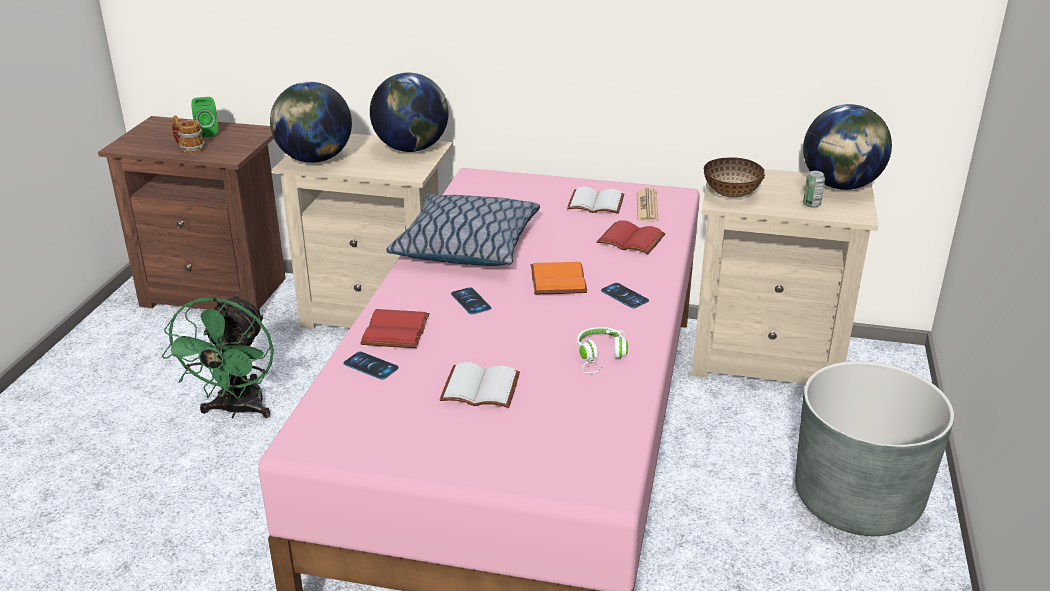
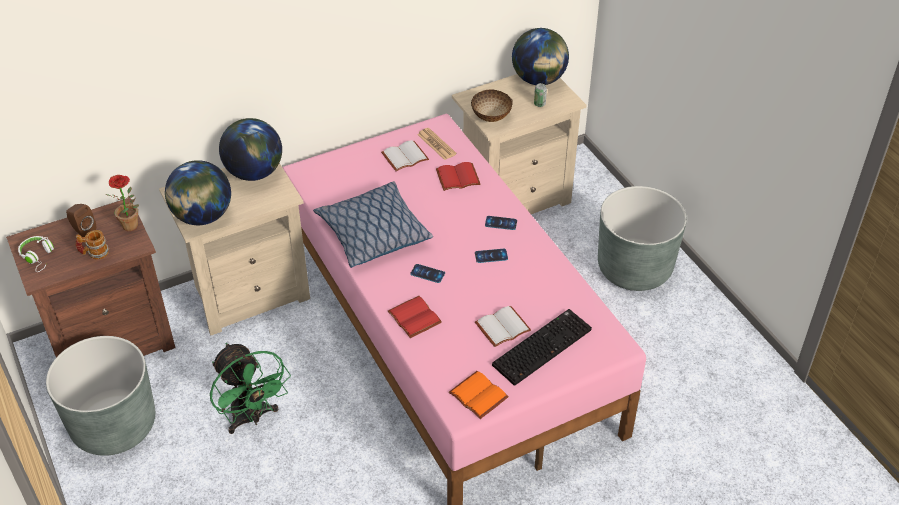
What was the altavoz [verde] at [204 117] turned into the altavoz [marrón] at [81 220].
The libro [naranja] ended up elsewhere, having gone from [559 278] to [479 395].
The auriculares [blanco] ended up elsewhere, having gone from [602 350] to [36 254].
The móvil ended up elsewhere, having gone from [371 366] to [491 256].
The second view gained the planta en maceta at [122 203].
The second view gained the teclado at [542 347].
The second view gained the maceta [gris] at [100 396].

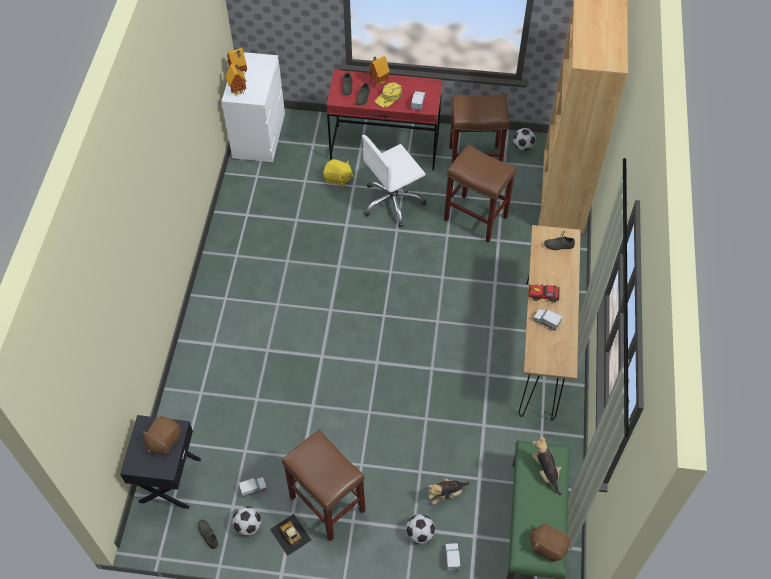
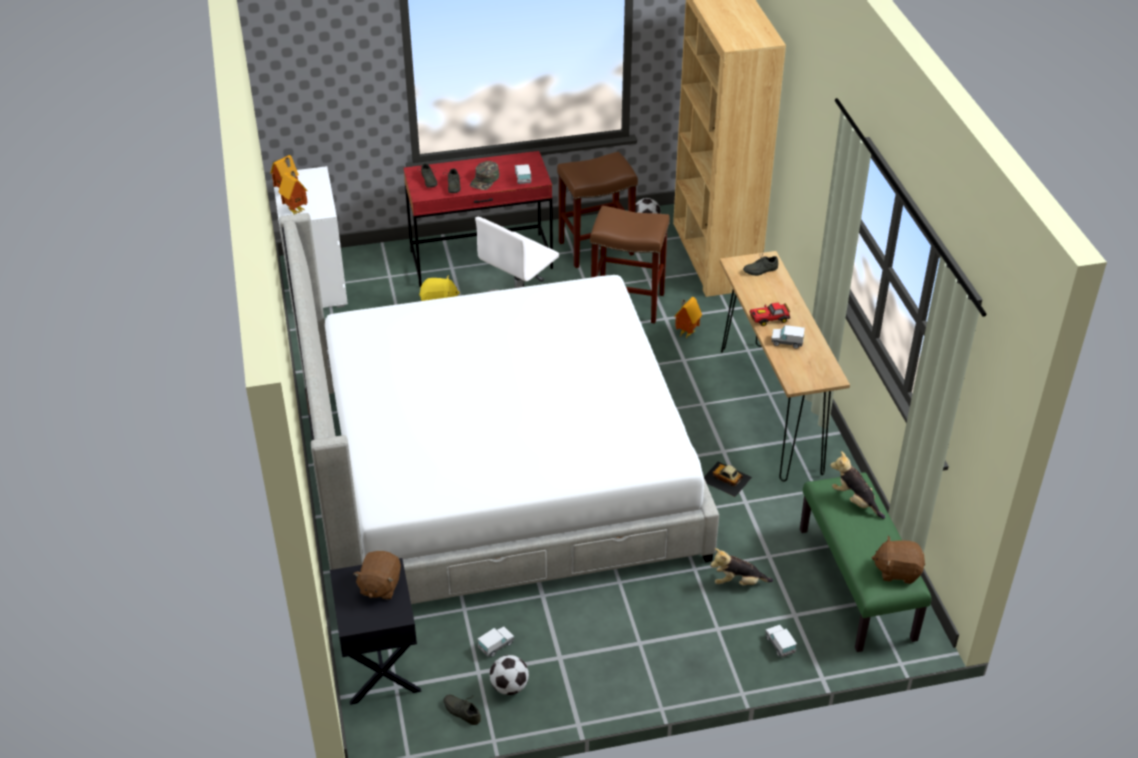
The casita ended up elsewhere, having gone from [379 71] to [688 317].
What was the gorra [amarillo] at [388 94] turned into the gorra [verde] at [484 175].
The second view lost the taburete [marrón] at [323 485].
The peluche at [449 491] ended up facing another way, 45 degrees clockwise from before.
The coche de juguete ended up elsewhere, having gone from [290 535] to [728 479].
The second view lost the balón de fútbol at [420 529].
The second view gained the cama at [499 408].

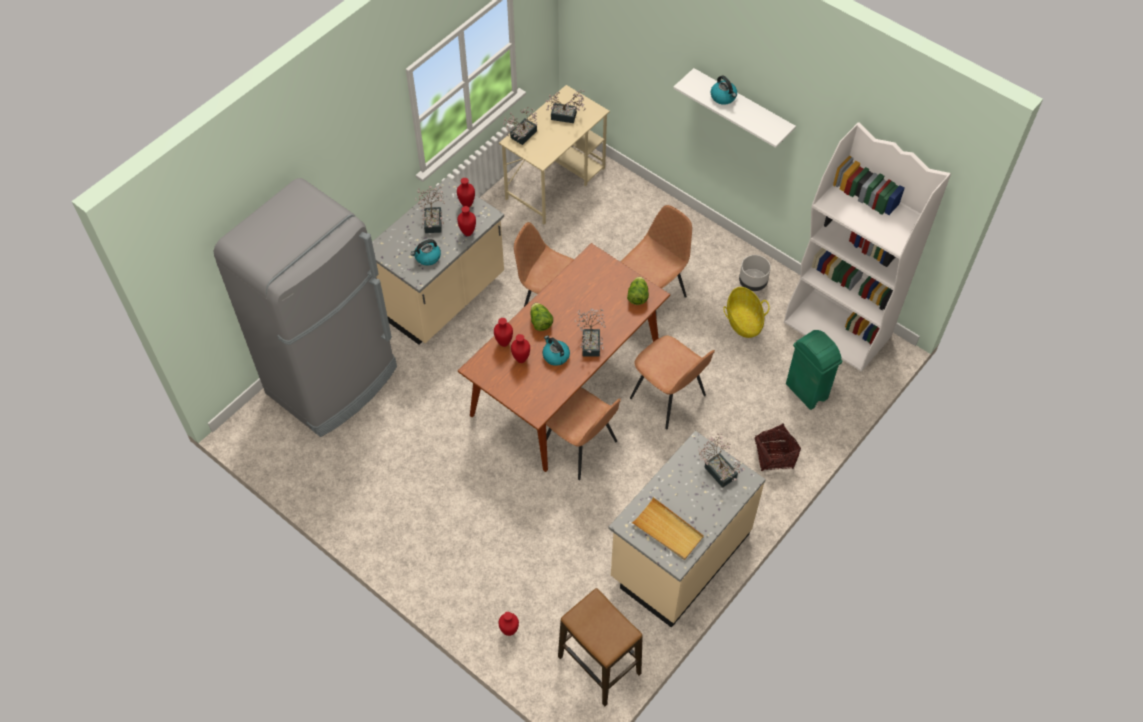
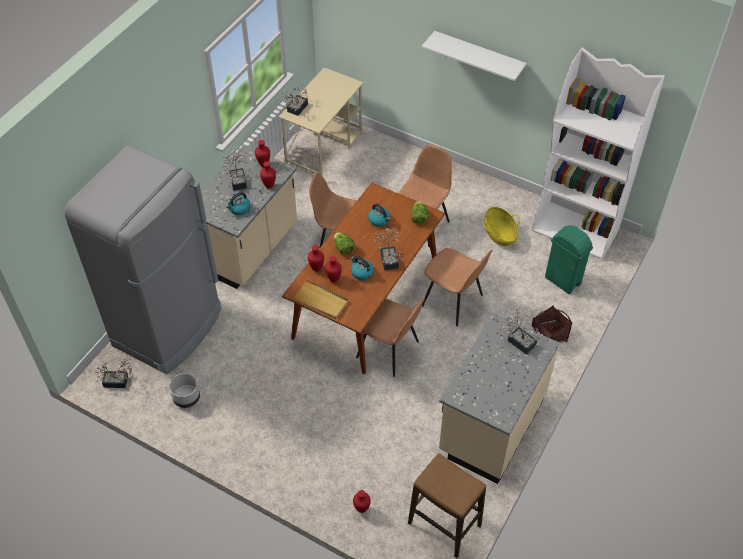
The hervidor ended up elsewhere, having gone from [724 90] to [379 215].
The planta en maceta ended up elsewhere, having gone from [565 106] to [114 373].
The maceta [gris] ended up elsewhere, having gone from [755 273] to [184 390].
The bandeja [beis] ended up elsewhere, having gone from [667 528] to [320 299].

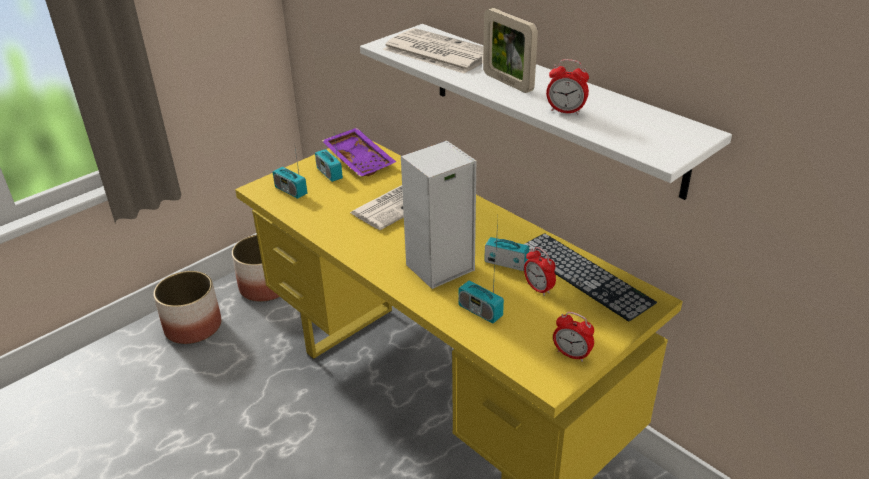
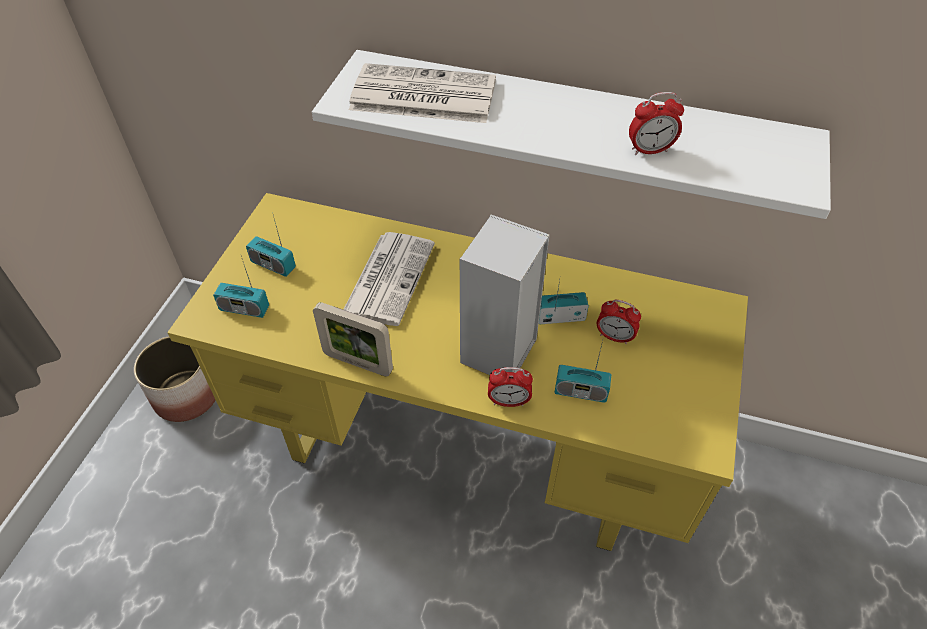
The portarretratos ended up elsewhere, having gone from [510 50] to [353 339].
The second view lost the bandeja [morado] at [358 152].
The second view lost the teclado at [590 277].
The second view lost the maceta at [187 307].
The despertador ended up elsewhere, having gone from [573 337] to [510 387].

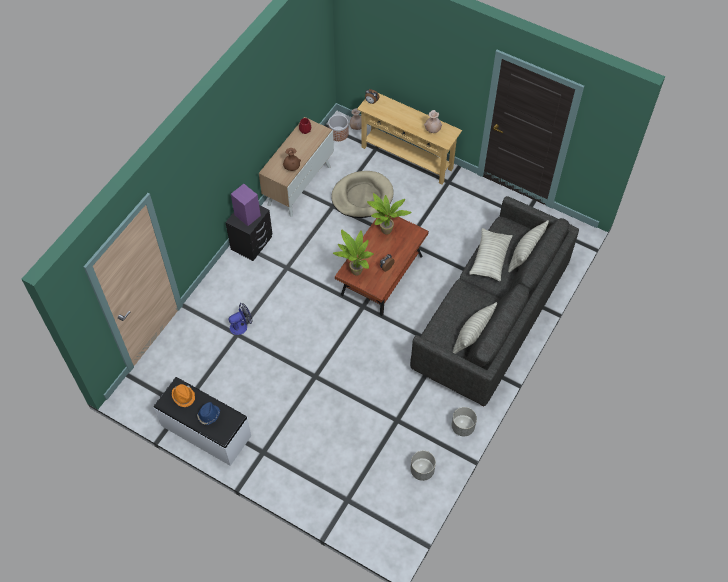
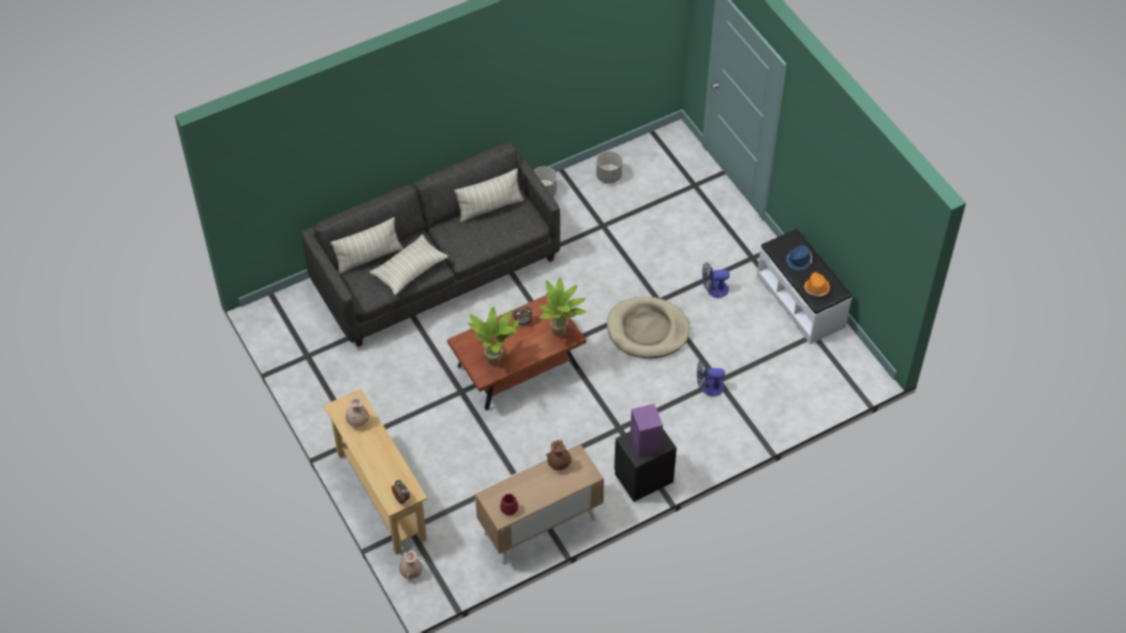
The second view lost the maceta at [338 128].
The cama para perro [beis] ended up elsewhere, having gone from [362 194] to [648 328].
The second view gained the ventilador at [716 280].

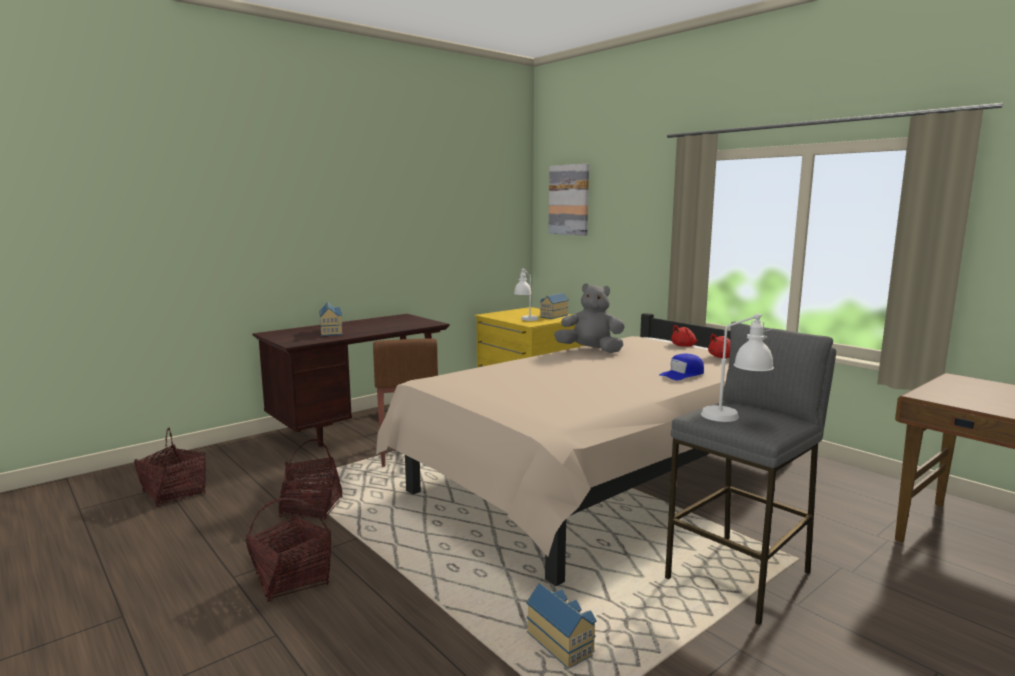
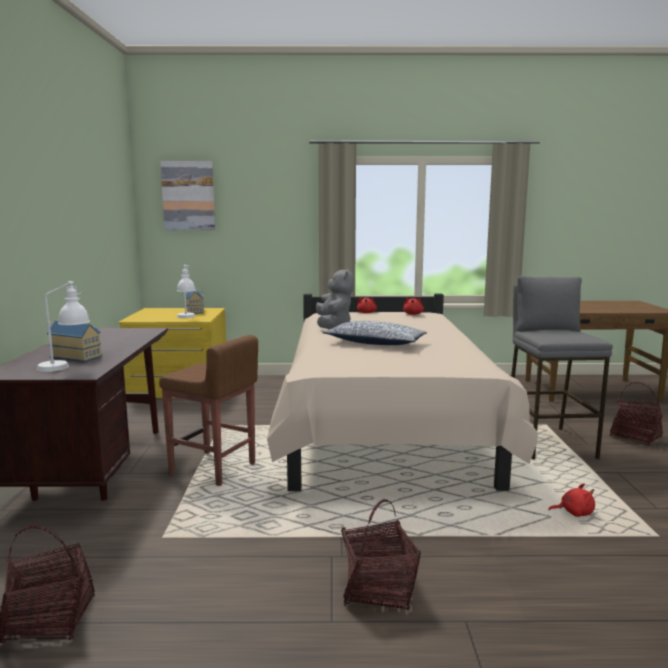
The peluche [gris] at [589 318] ended up facing another way, 120 degrees clockwise from before.
The lámpara de mesa [blanco] ended up elsewhere, having gone from [737 367] to [63 326].
The second view lost the gorra [azul] at [681 367].
The cesta ended up elsewhere, having gone from [310 479] to [636 414].
Where the casita stood at [561 626], the peluche [rojo] came to stand at [572 500].
The second view gained the cojín at [375 333].

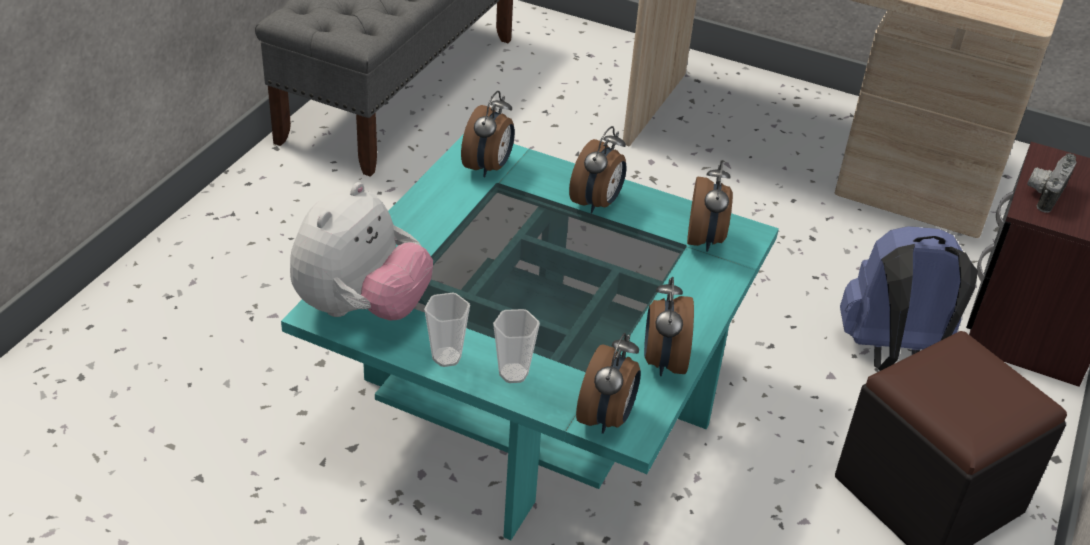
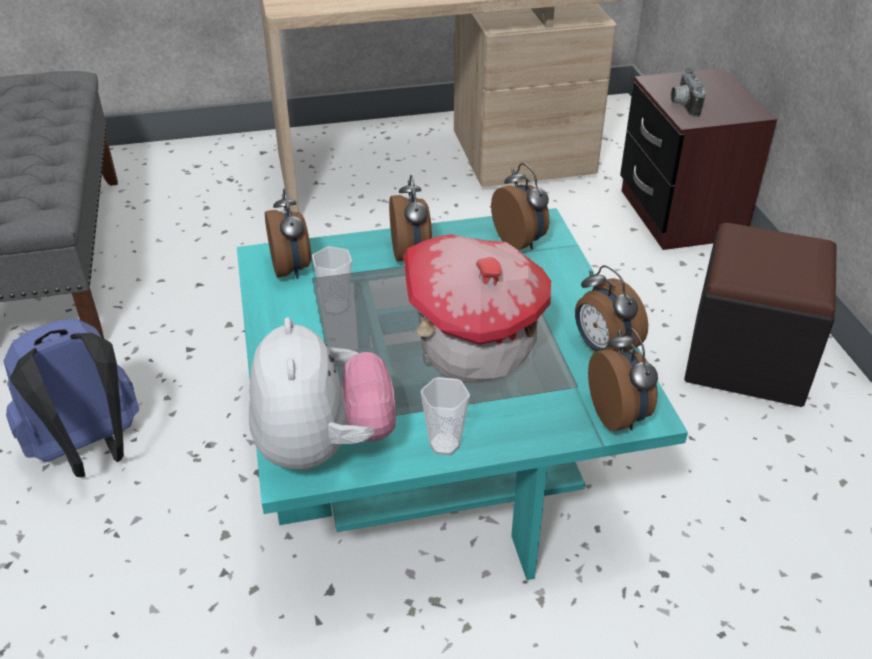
The mochila [azul] ended up elsewhere, having gone from [909 298] to [71 398].
The taza ended up elsewhere, having gone from [516 346] to [332 280].
The second view gained the casita at [477 308].

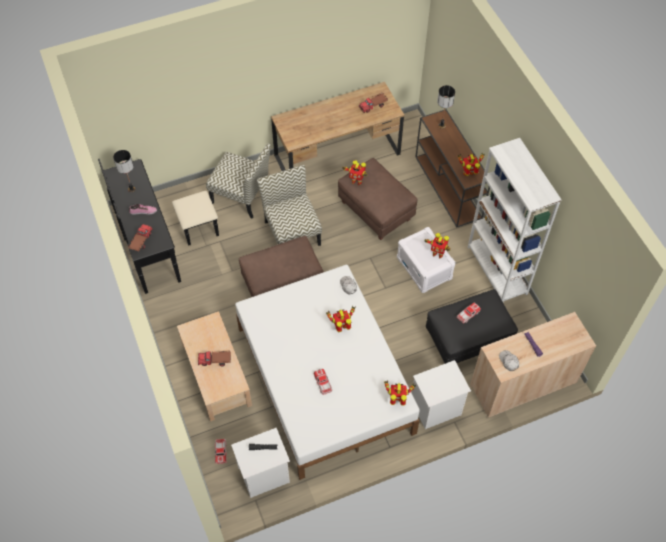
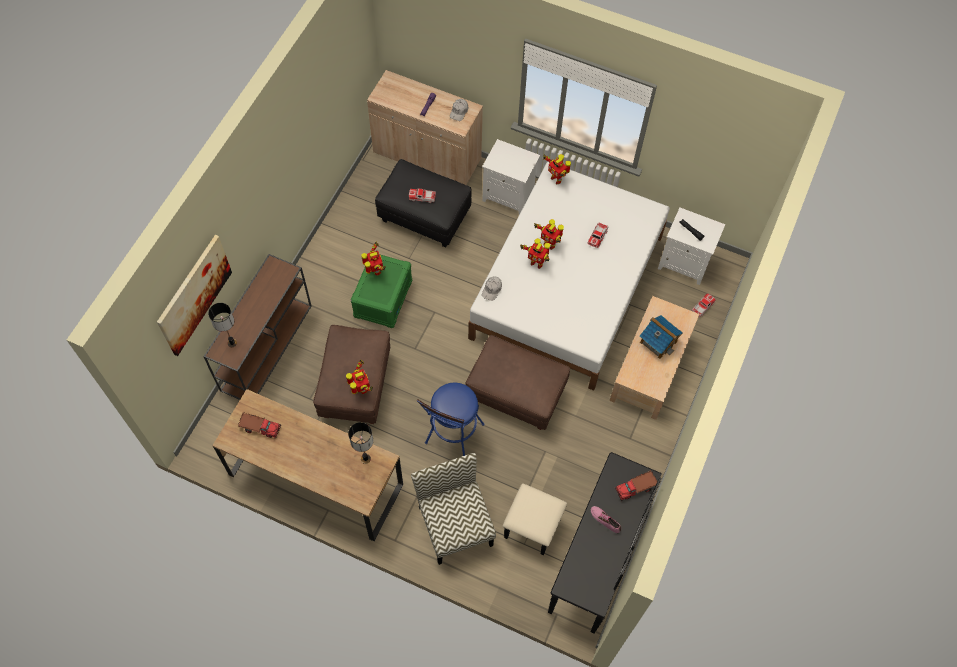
The second view lost the estantería [blanco] at [514 220].
The lámpara de mesa ended up elsewhere, having gone from [124 171] to [360 443].
The robot de juguete ended up elsewhere, having gone from [471 164] to [549 234].
Where the silla stood at [289 205], the taburete [azul] came to stand at [450 419].
What was the caja de almacenaje [blanco] at [426 260] turned into the caja de almacenaje [verde] at [381 291].
Where the camión de juguete stood at [214 359], the casita came to stand at [661 337].
The second view gained the cuadro at [194 295].

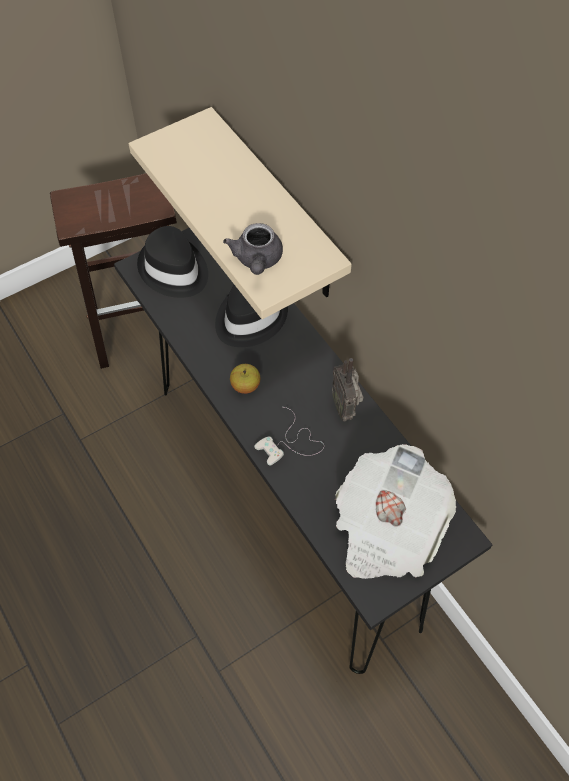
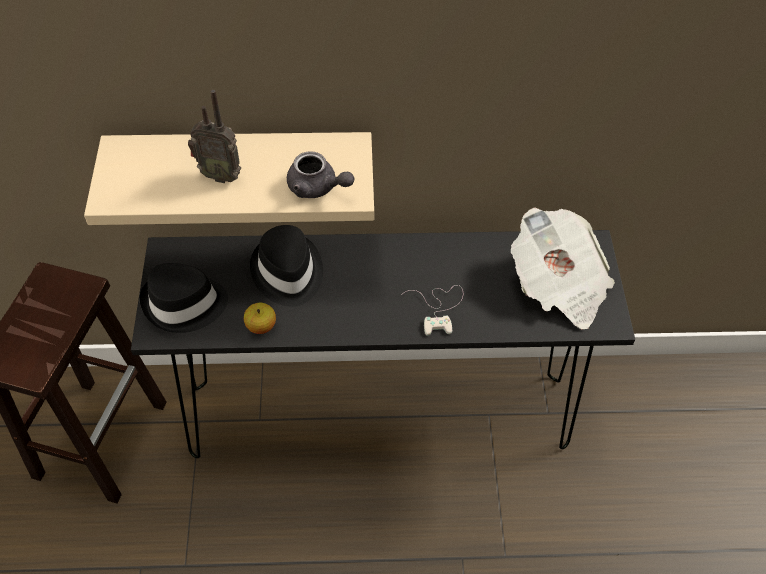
The radio ended up elsewhere, having gone from [347 390] to [214 136].
The manzana ended up elsewhere, having gone from [245 379] to [260 318].

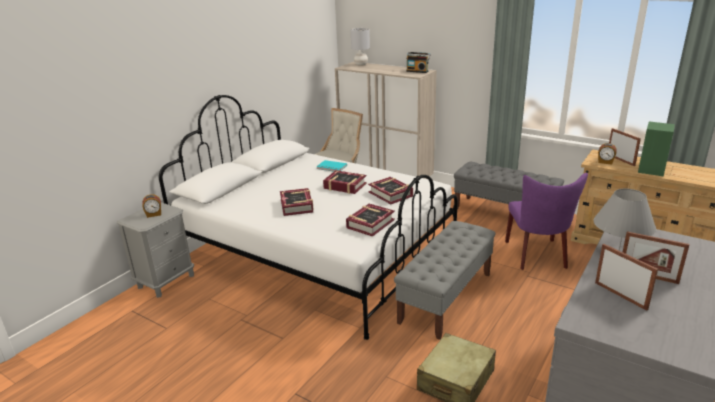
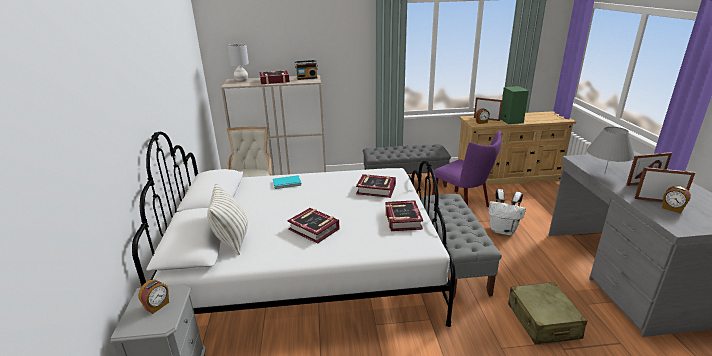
The libro ended up elsewhere, having gone from [345 182] to [274 77].
The second view gained the cojín at [227 219].
The second view gained the despertador at [676 200].
The second view gained the mochila [blanco] at [507 212].

